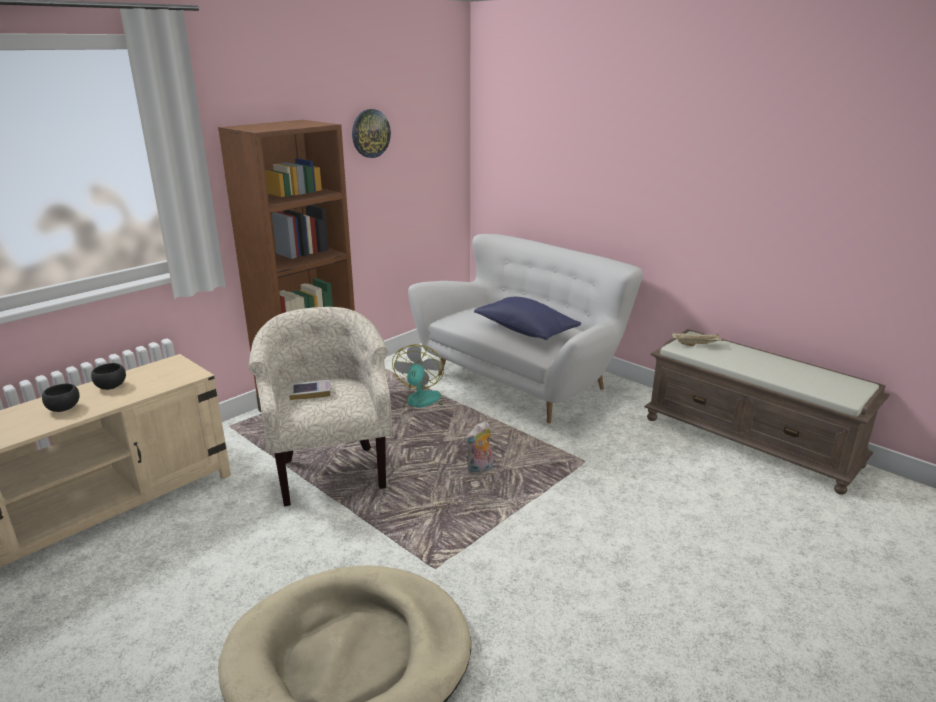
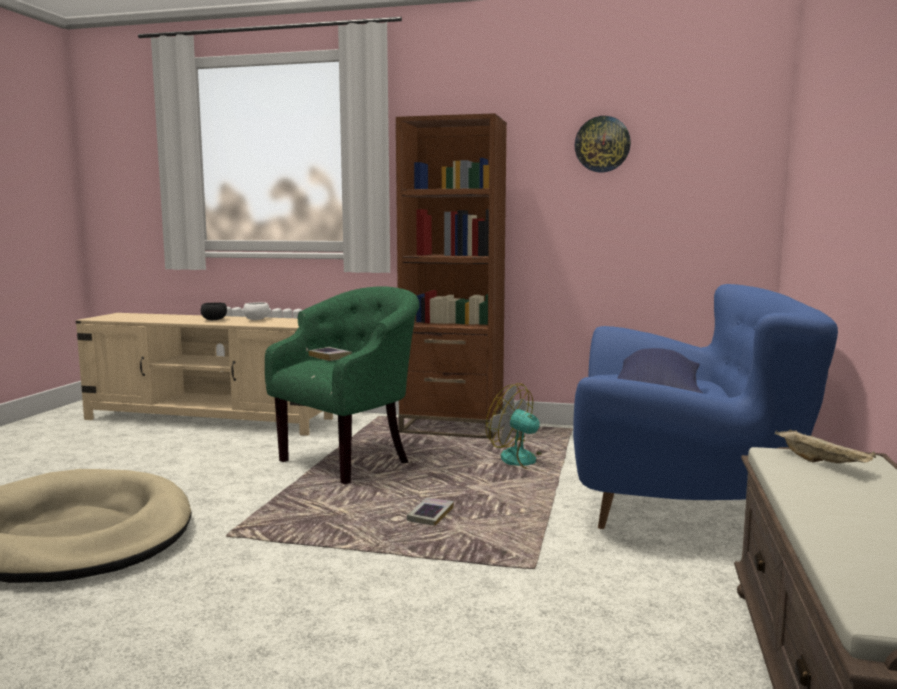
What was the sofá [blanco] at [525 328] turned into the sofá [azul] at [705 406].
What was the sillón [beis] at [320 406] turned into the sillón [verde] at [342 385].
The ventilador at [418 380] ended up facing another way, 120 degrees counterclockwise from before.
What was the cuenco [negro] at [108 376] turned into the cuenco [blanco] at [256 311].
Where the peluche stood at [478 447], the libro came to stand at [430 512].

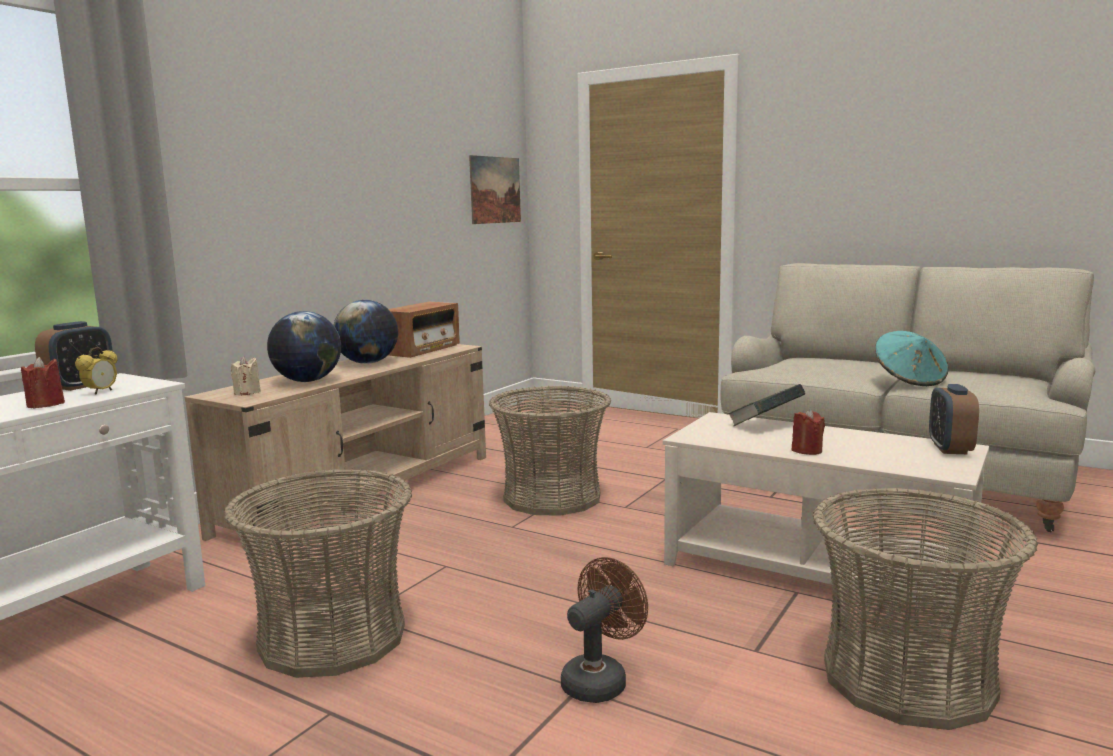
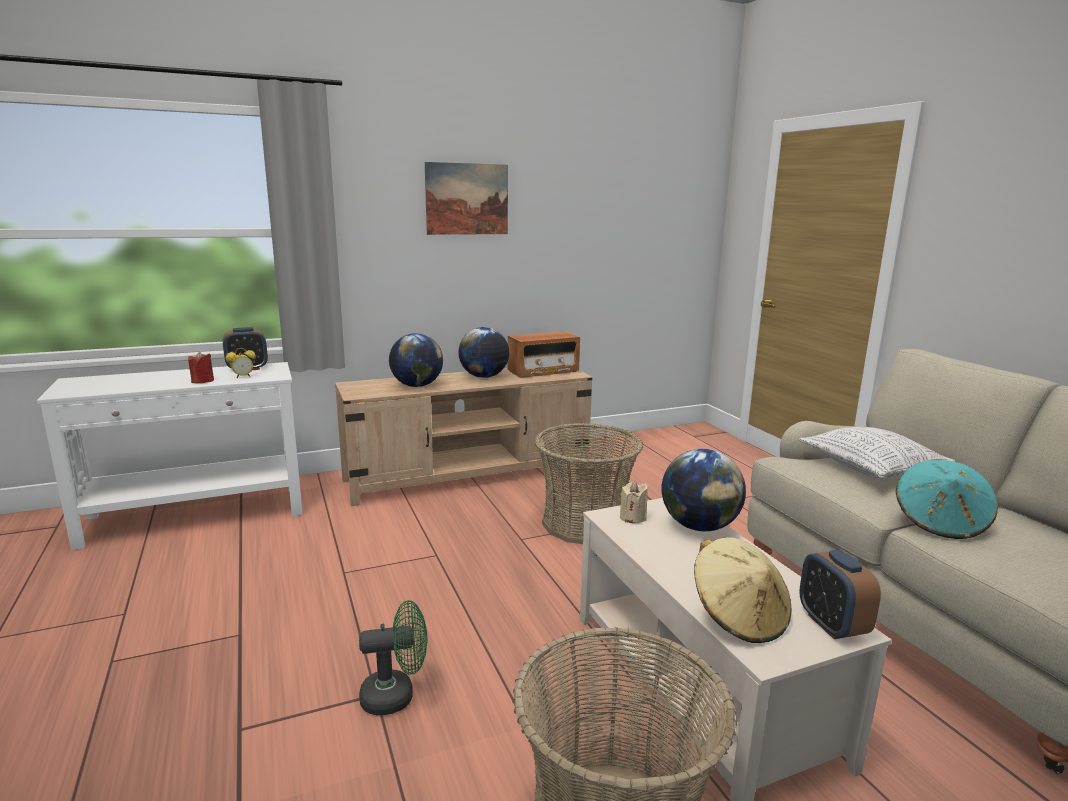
The cuadro ended up elsewhere, having gone from [495 189] to [466 198].
The vela [beis] ended up elsewhere, having gone from [246 376] to [634 502].
Where the libro stood at [766 405], the globo terráqueo came to stand at [703 490].
The despertador at [954 419] ended up facing another way, 60 degrees counterclockwise from before.
The second view lost the vela [rojo] at [808 432].
The second view lost the cesta at [318 573].
What was the ventilador [marrón] at [604 630] turned into the ventilador [verde] at [393 657].
The second view gained the cojín at [877 452].
The second view gained the sombrero [beis] at [742 590].

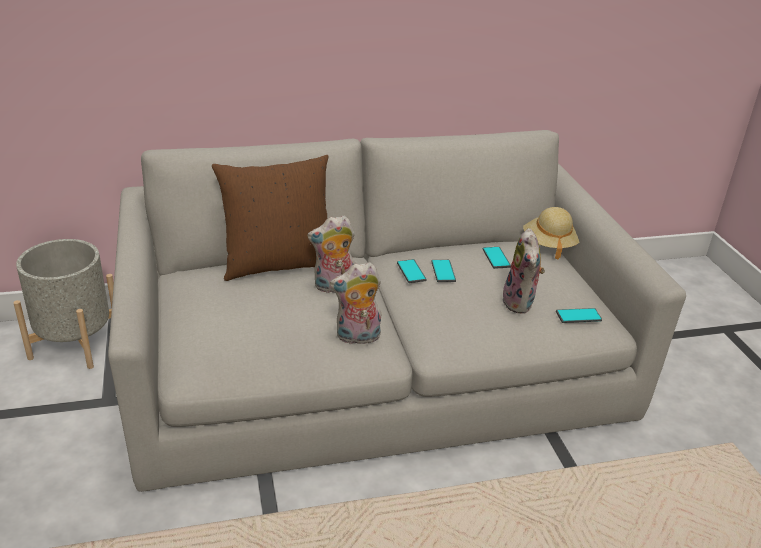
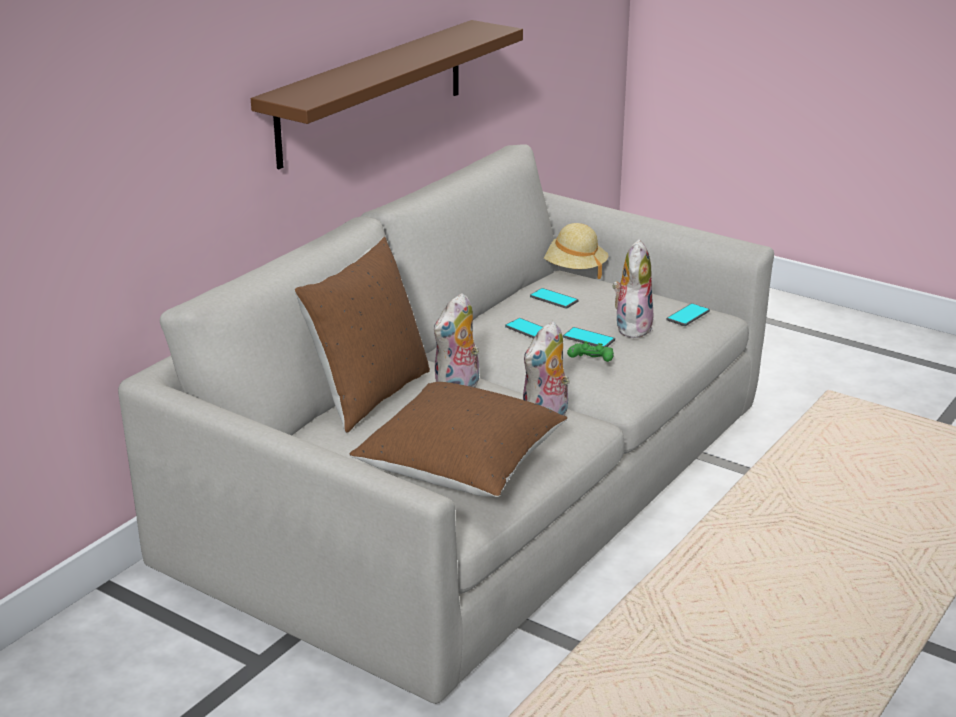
The peluche at [523 271] ended up facing another way, 120 degrees counterclockwise from before.
The second view lost the maceta [gris] at [63 304].
The móvil ended up elsewhere, having gone from [412 271] to [589 337].
The second view gained the estante [marrón] at [387 94].
The second view gained the mando de consola [verde] at [590 352].
The second view gained the cojín [marrón] at [458 439].

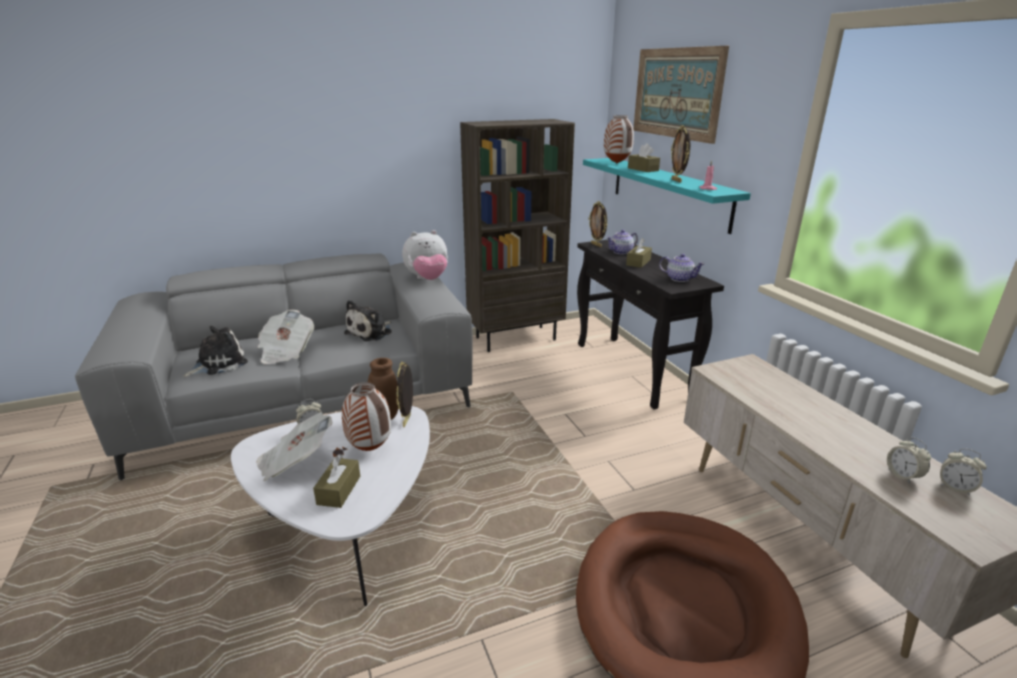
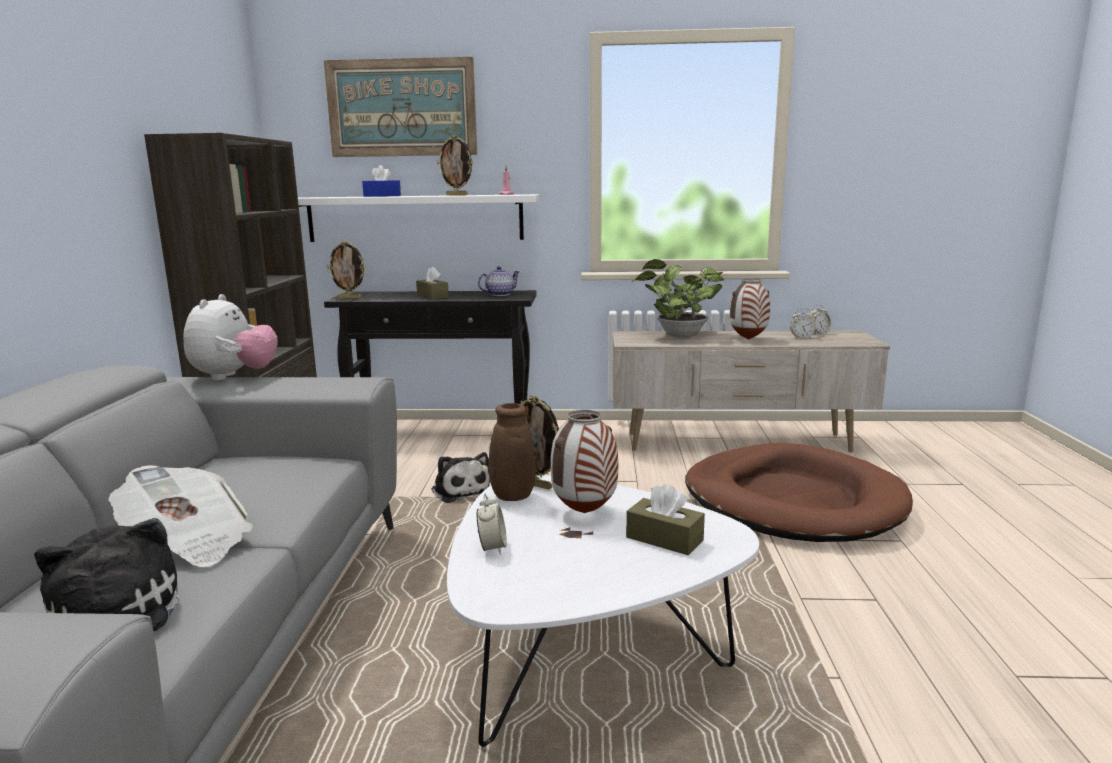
The florero ended up elsewhere, having gone from [619 139] to [750 309].
What was the caja de pañuelos [marrón] at [644 157] turned into the caja de pañuelos [azul] at [381 181].
What was the estante [turquesa] at [667 196] turned into the estante [blanco] at [418 218].
The second view lost the tetera at [622 242].
The peluche ended up elsewhere, having gone from [368 320] to [460 477].
The second view lost the periódico at [294 446].
The second view gained the planta en maceta at [678 298].

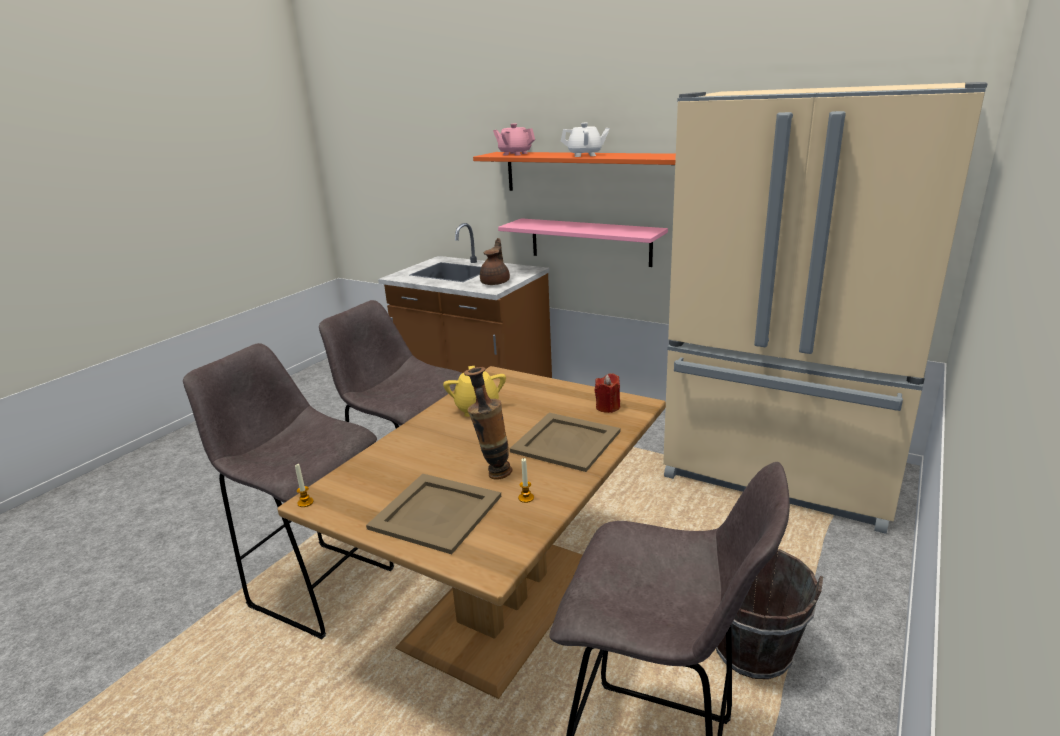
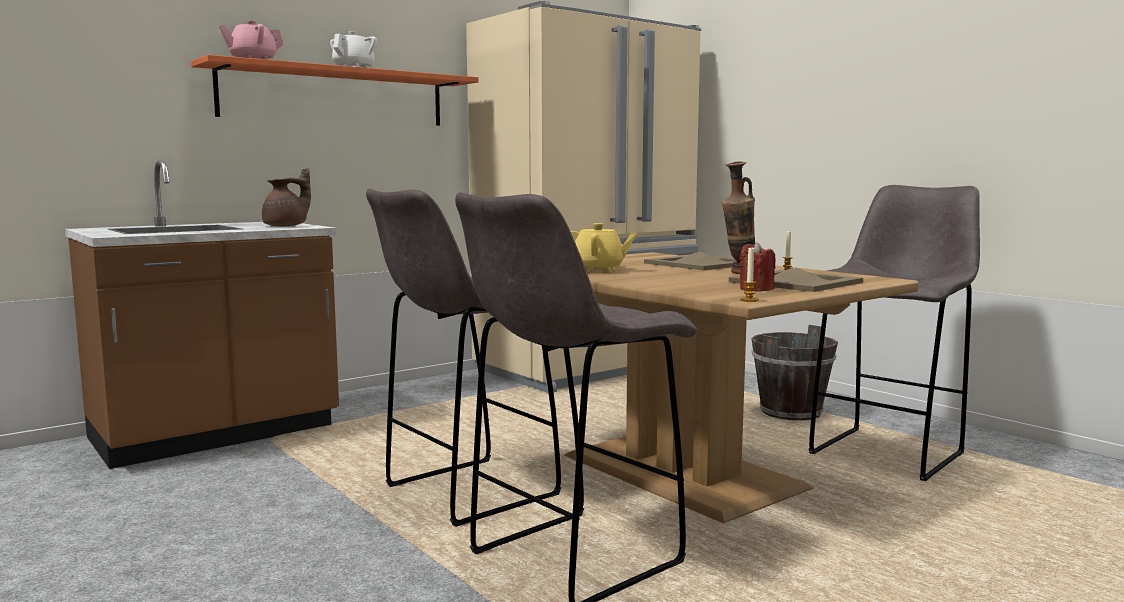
The second view lost the estante [rosa] at [583 242].
The tetera [marrón] at [495 261] ended up facing another way, 90 degrees clockwise from before.
The vela [rojo] ended up elsewhere, having gone from [607 393] to [757 266].

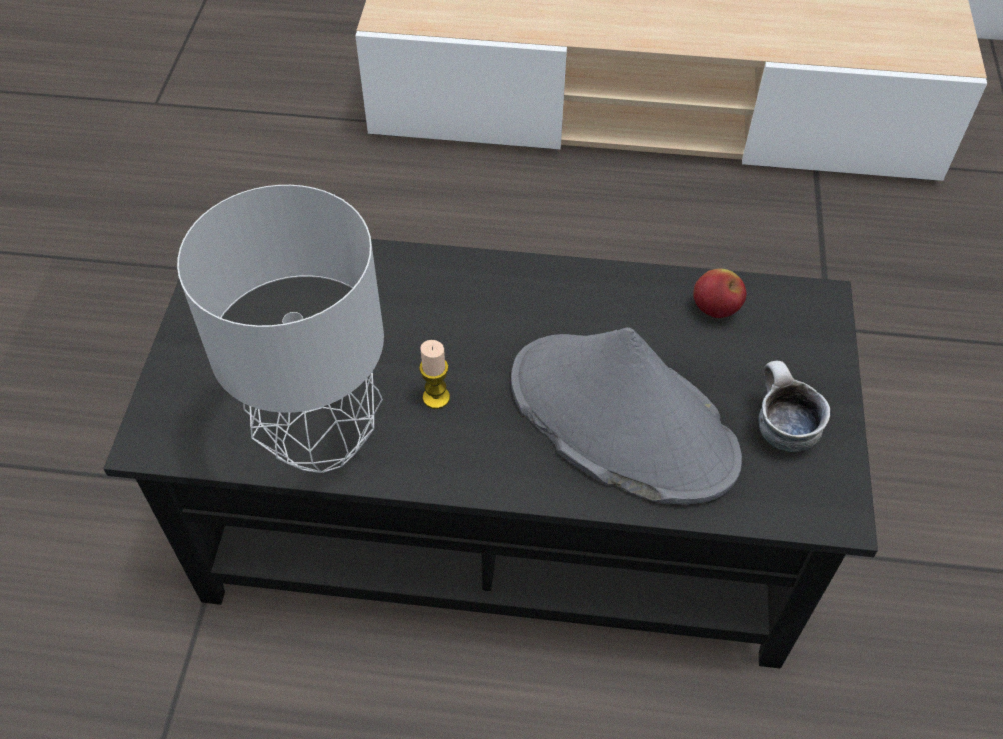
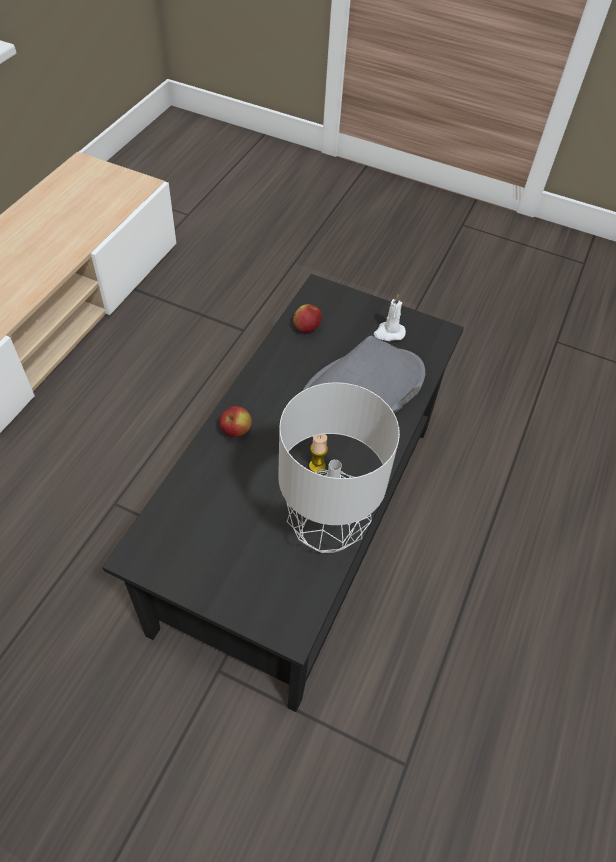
Where the taza grande stood at [794 406], the vela [blanco] came to stand at [390 317].
The second view gained the manzana at [236 421].

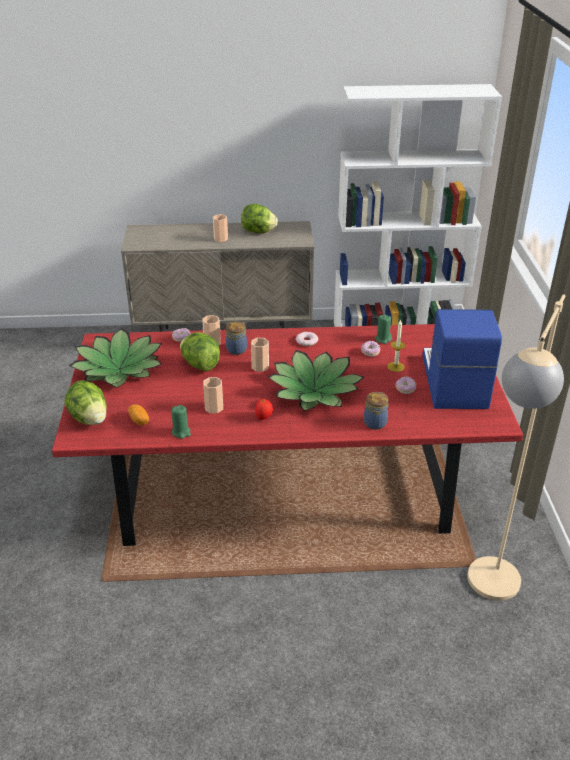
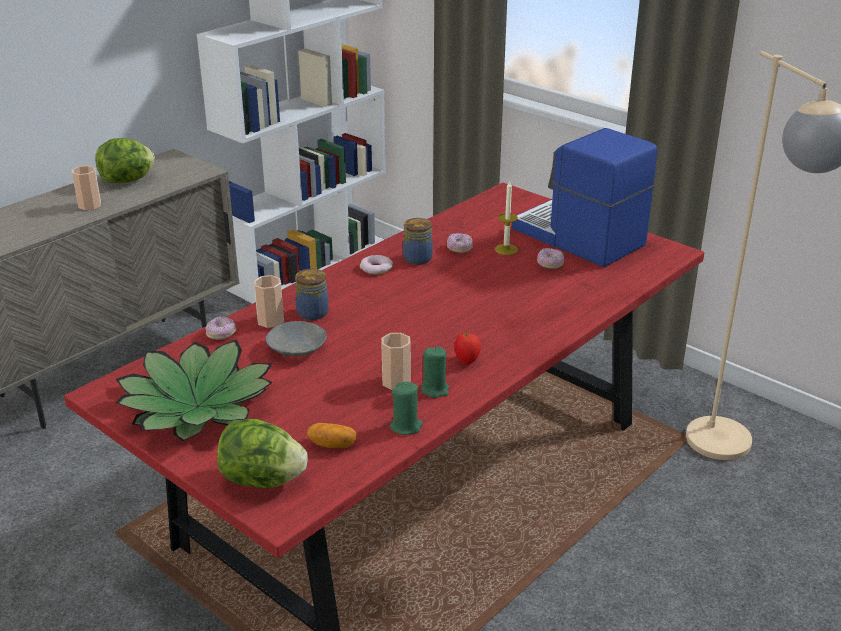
The vela [verde] ended up elsewhere, having gone from [383 329] to [435 372].
Where the lechuga stood at [200 351], the cuenco [gris] came to stand at [296 339].
The second view lost the taza at [260 355].
The second view lost the planta en maceta at [316 380].
The tarro ended up elsewhere, having gone from [376 411] to [418 241].

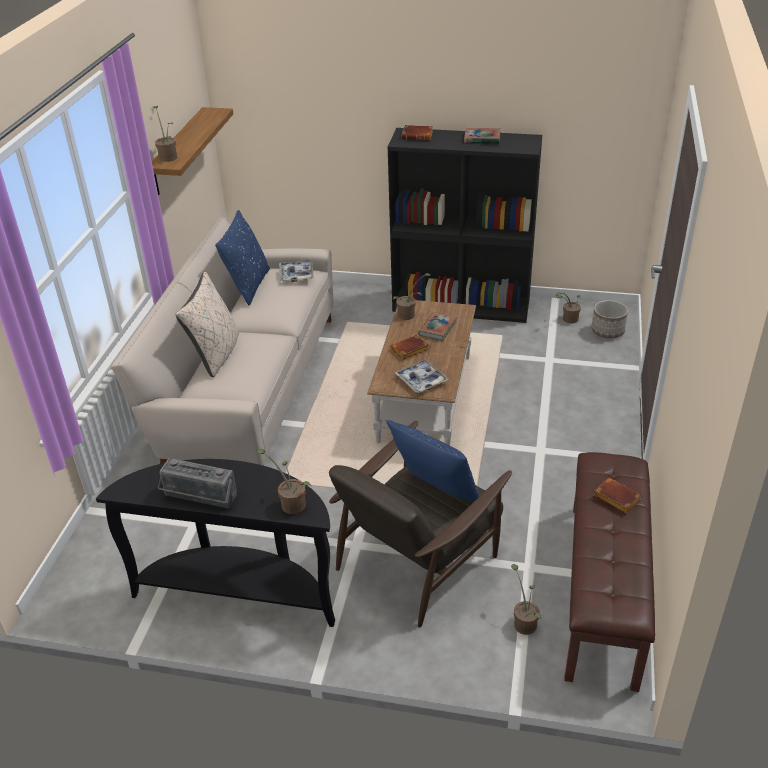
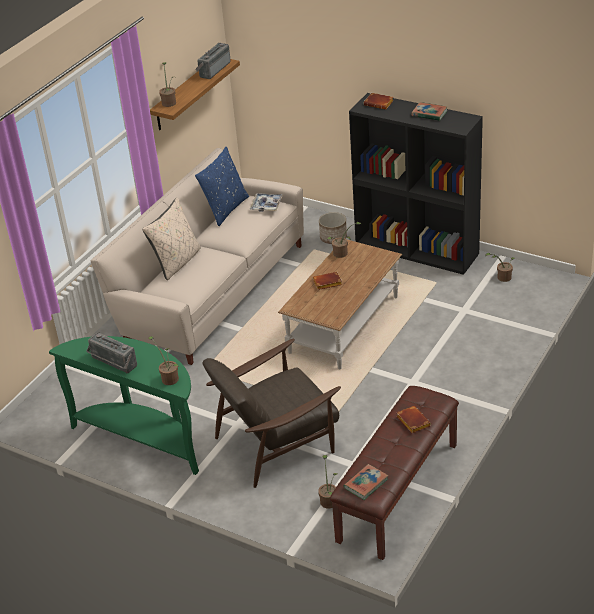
The maceta ended up elsewhere, having gone from [610 319] to [333 228].
The libro ended up elsewhere, having gone from [437 327] to [366 482].
The second view lost the bandeja at [422 376].
The second view lost the cojín [azul] at [433 461].
What was the mesa consola [negro] at [215 543] turned into the mesa consola [verde] at [124 405].
The second view gained the radio at [213 61].

